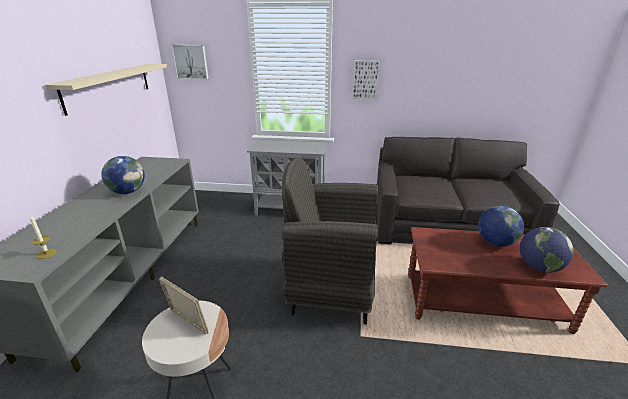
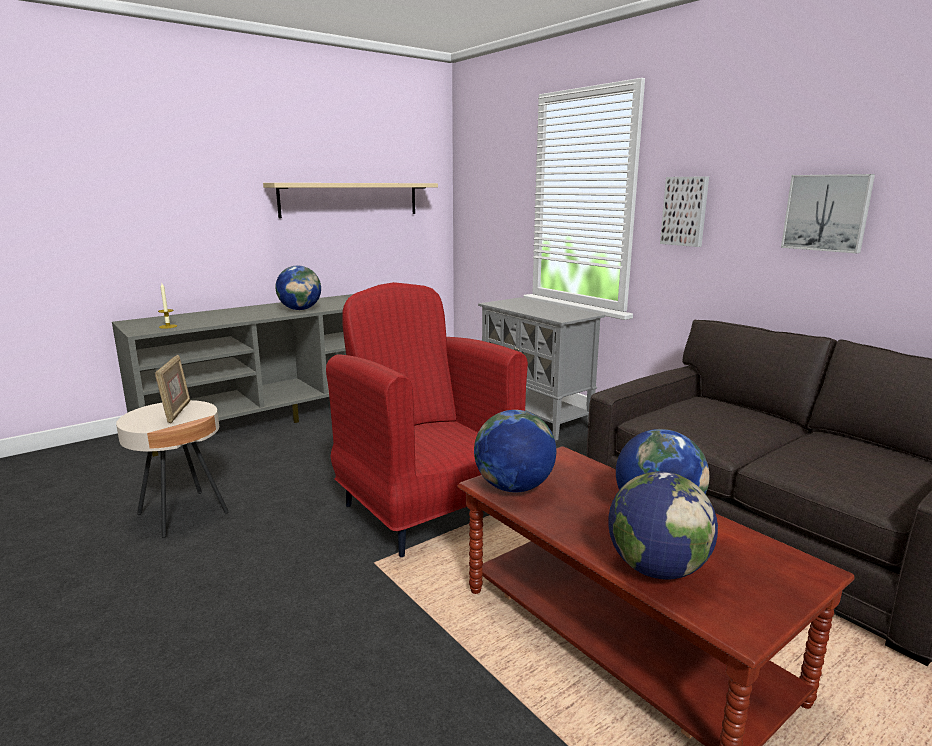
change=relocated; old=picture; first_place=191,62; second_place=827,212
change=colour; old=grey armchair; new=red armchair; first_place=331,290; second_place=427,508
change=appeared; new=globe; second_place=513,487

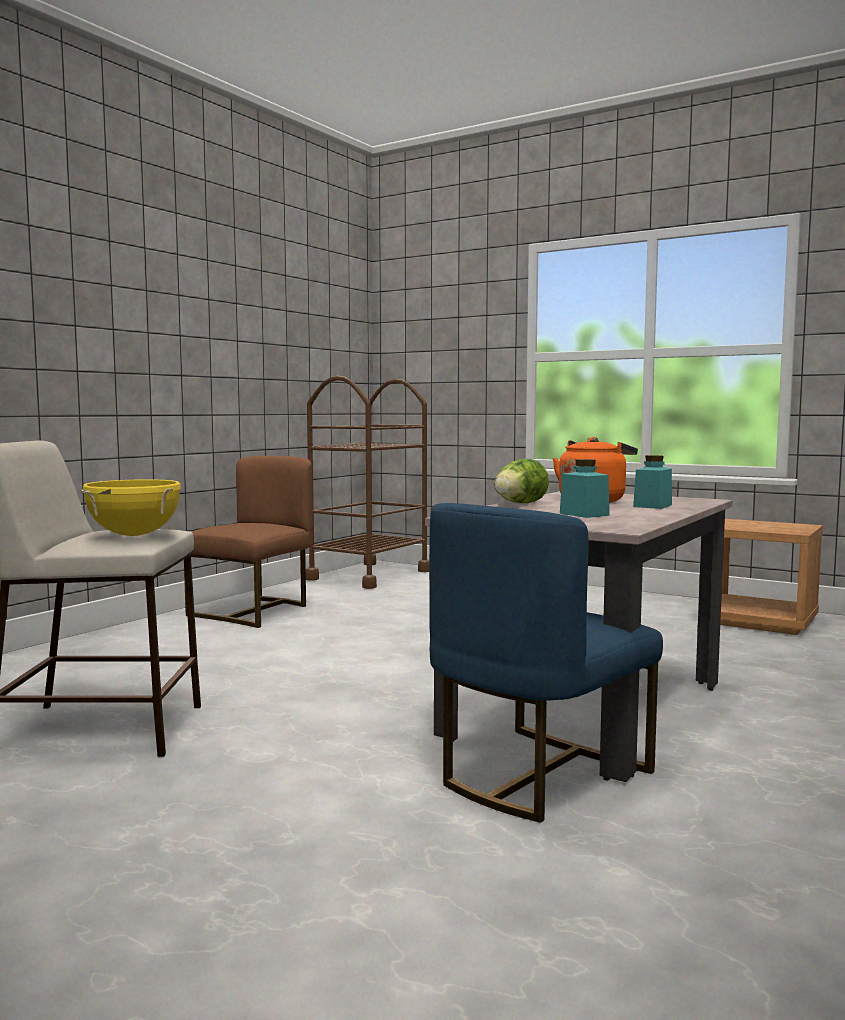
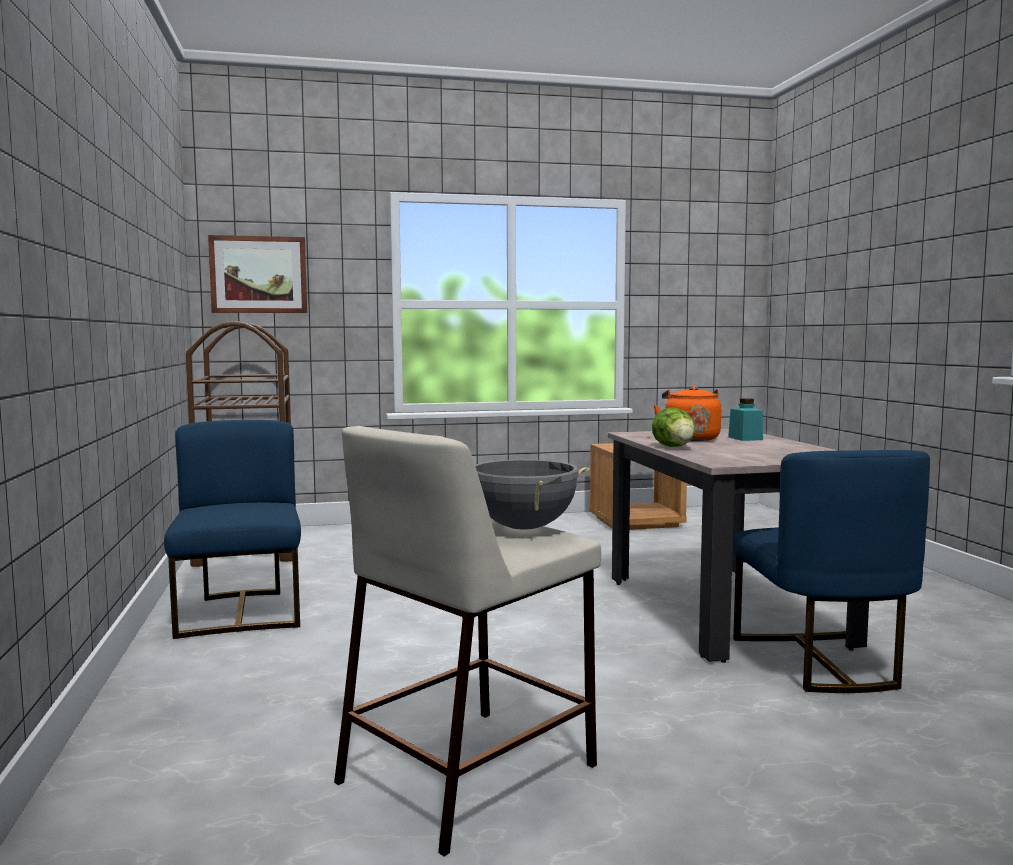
change=colour; old=yellow cooking pot; new=grey cooking pot; first_place=134,535; second_place=523,528
change=colour; old=brown chair; new=blue chair; first_place=254,612; second_place=241,613
change=missing; old=turquoise jar; first_place=584,514
change=appeared; new=picture; second_place=258,275

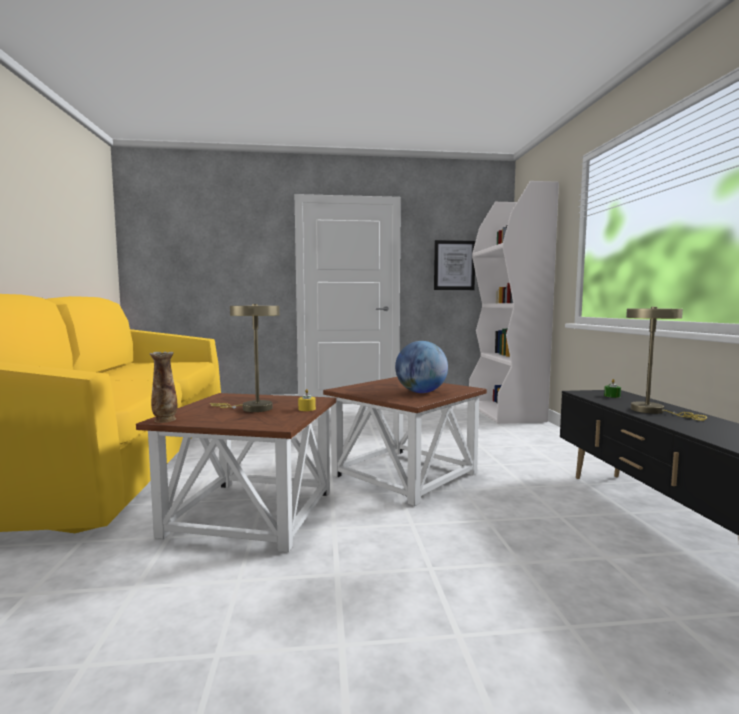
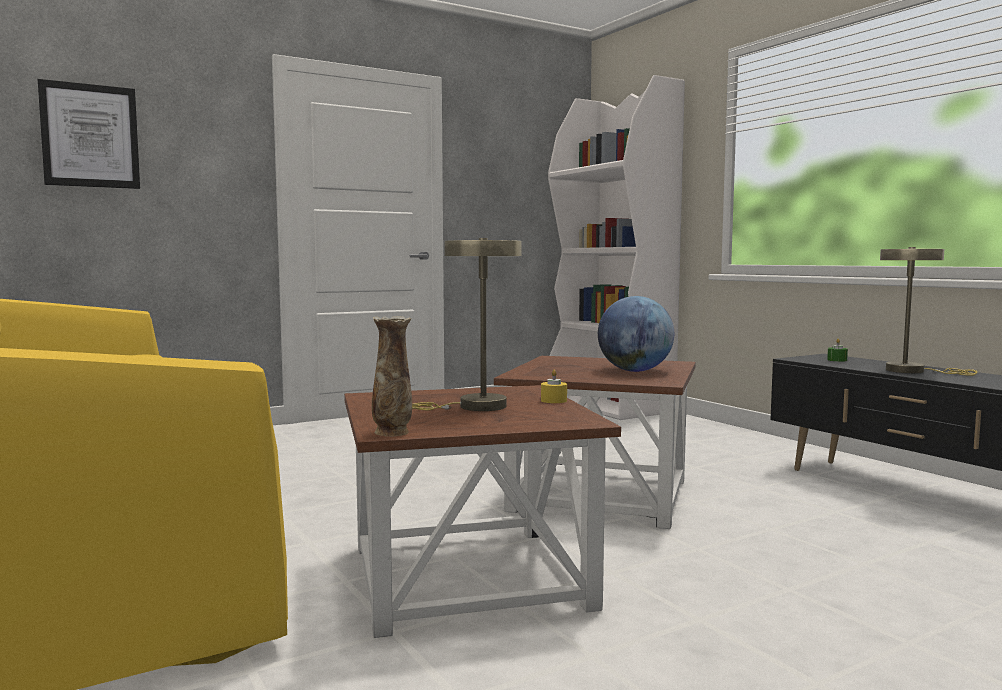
change=relocated; old=picture; first_place=454,265; second_place=90,136

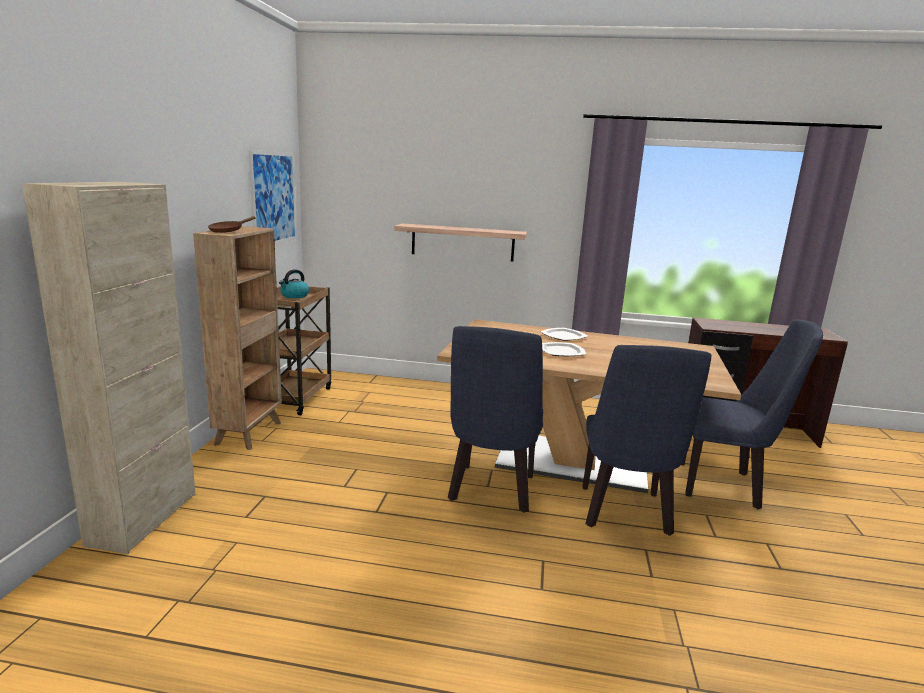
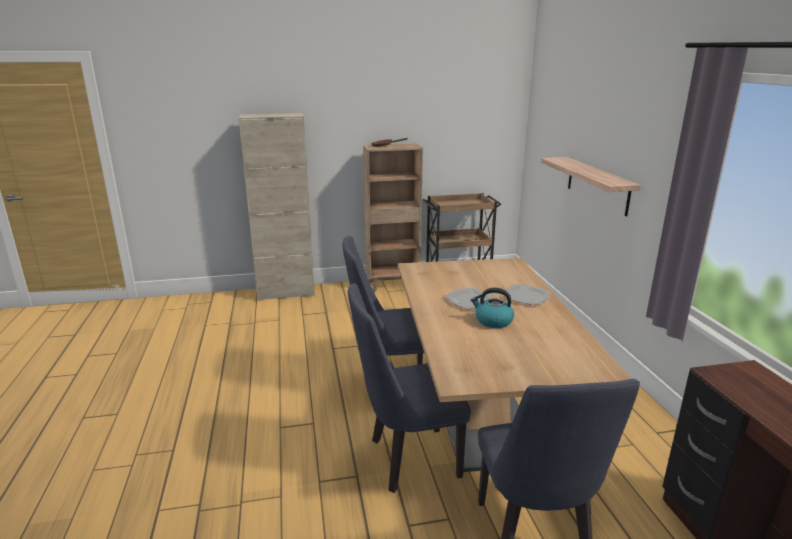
change=missing; old=picture; first_place=273,198
change=relocated; old=kettle; first_place=294,296; second_place=493,321

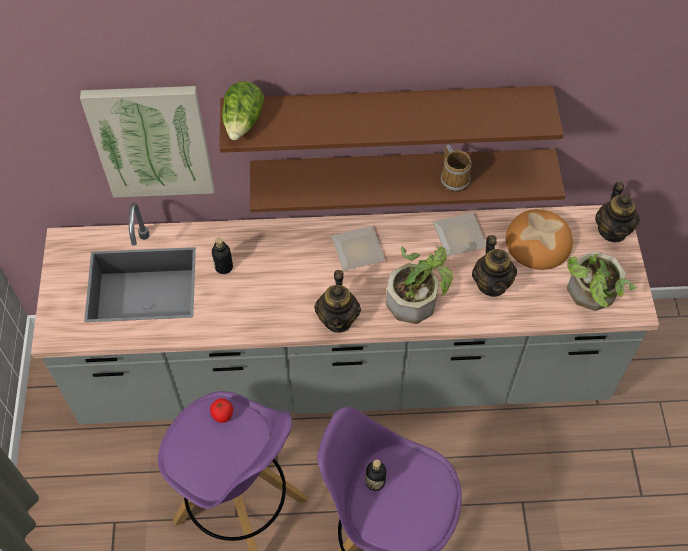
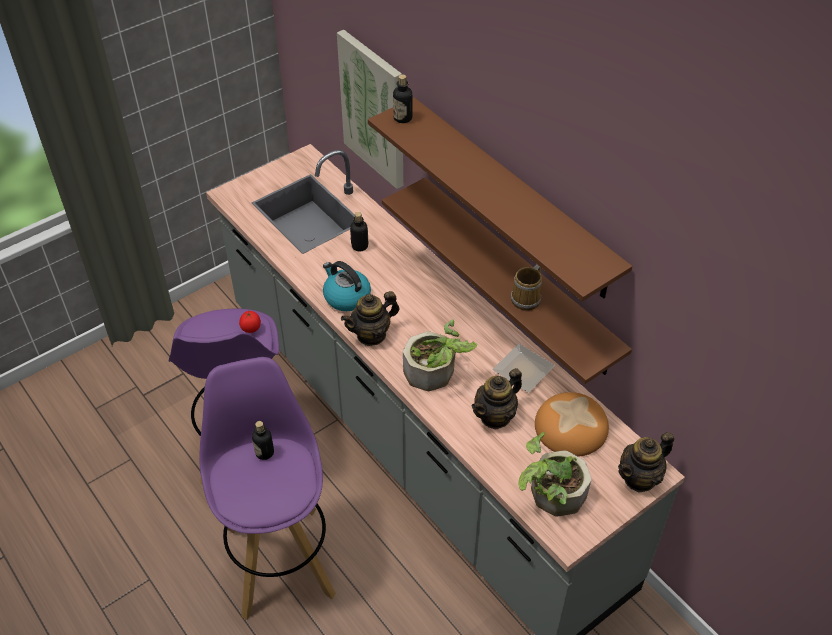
change=exchanged; old=lettuce; new=bottle; first_place=243,122; second_place=402,118
change=missing; old=plate; first_place=359,251
change=appeared; new=kettle; second_place=346,297

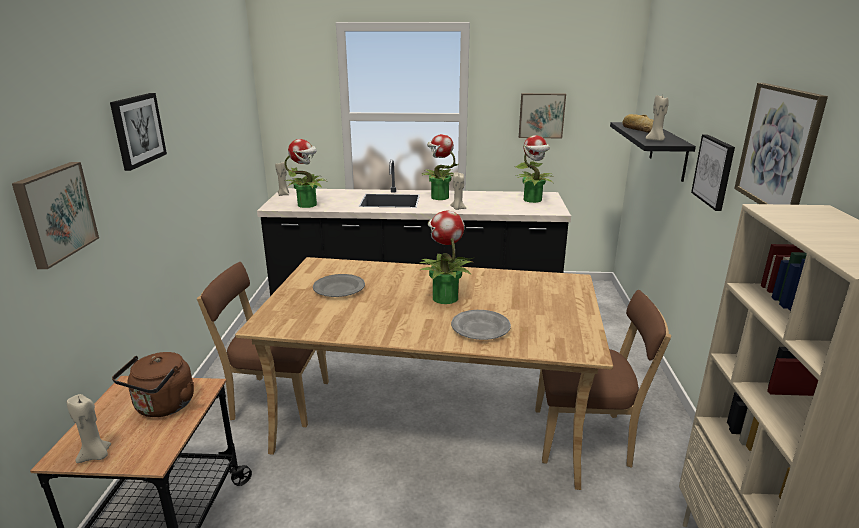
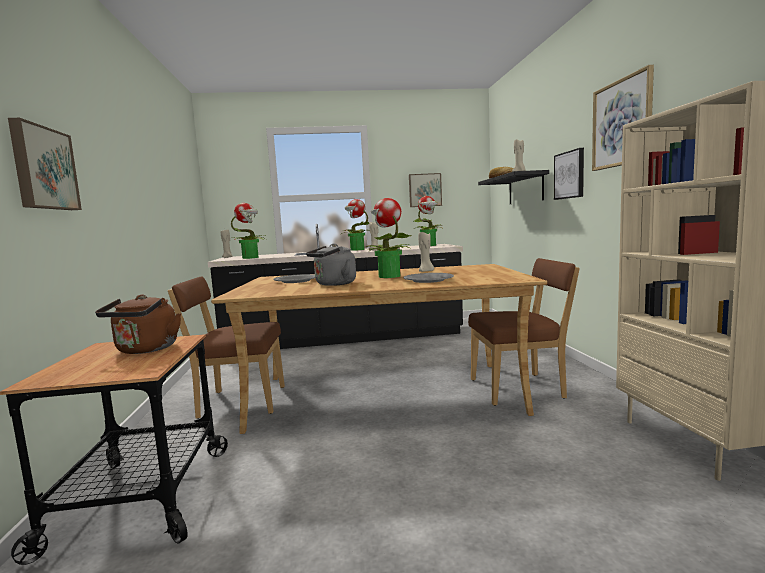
change=relocated; old=beige candle; first_place=96,456; second_place=426,271
change=missing; old=picture; first_place=137,130
change=appeared; new=grey kettle; second_place=333,284

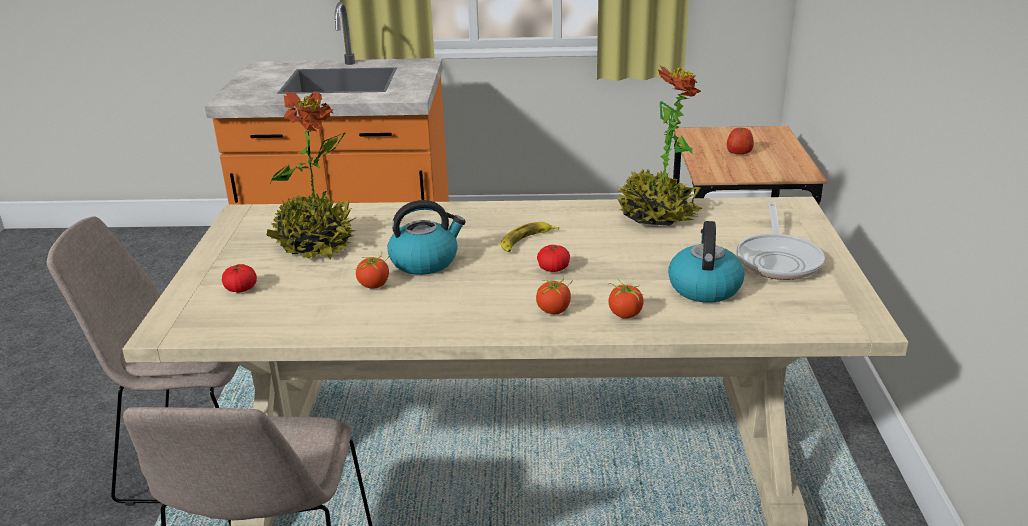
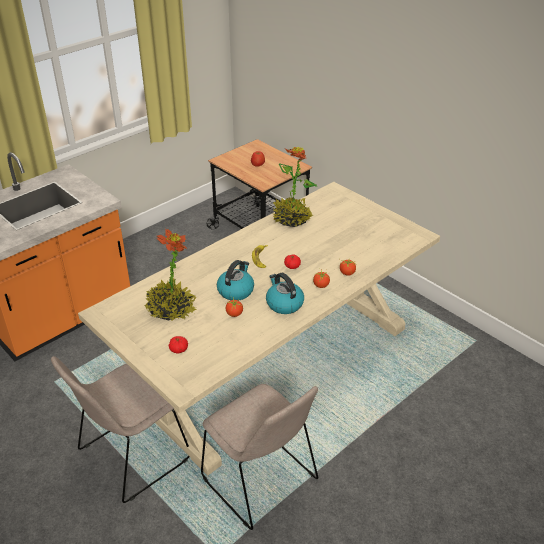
change=relocated; old=kettle; first_place=704,287; second_place=284,304
change=missing; old=frying pan; first_place=778,259

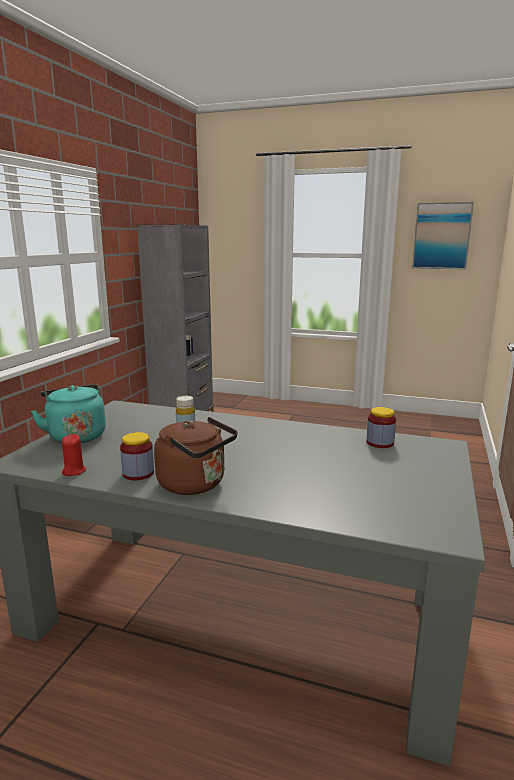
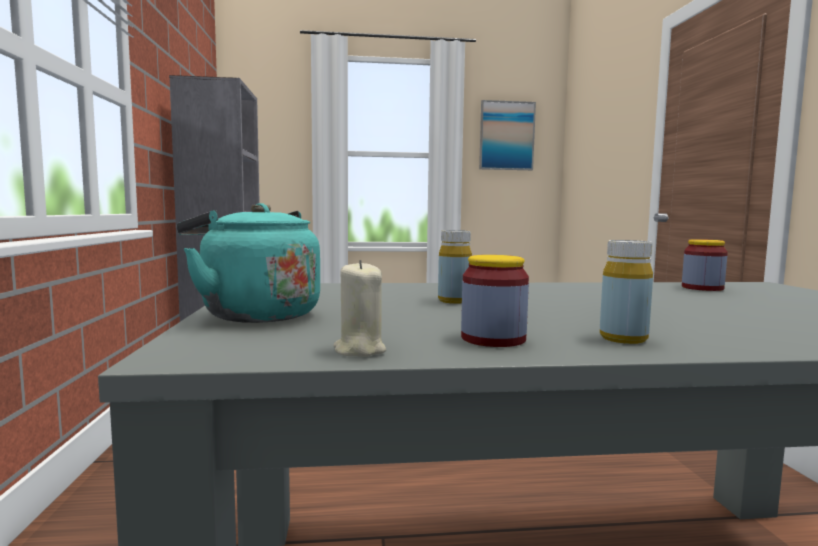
change=colour; old=red candle; new=beige candle; first_place=74,471; second_place=359,350
change=exchanged; old=brown kettle; new=yellow bottle; first_place=195,484; second_place=623,338

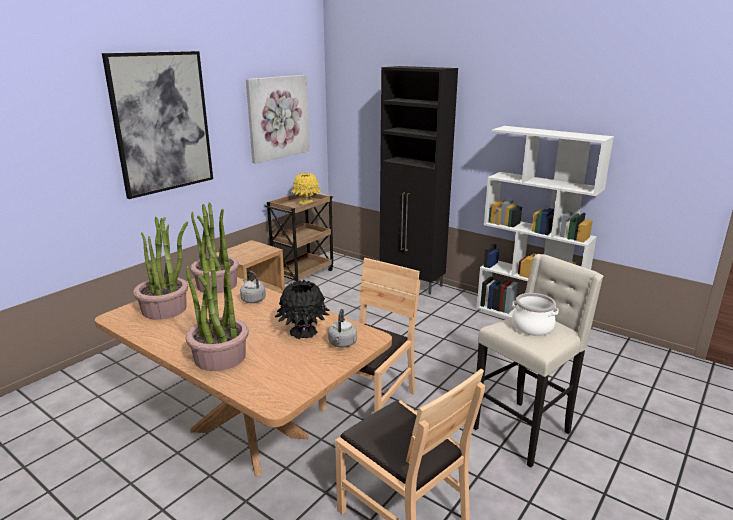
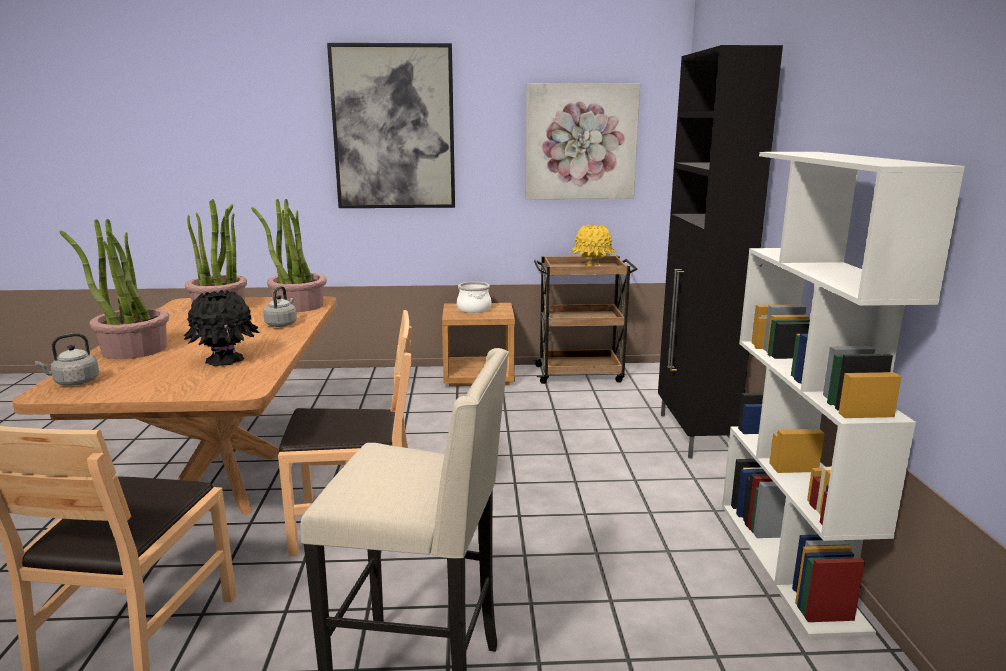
change=relocated; old=grey kettle; first_place=342,344; second_place=74,382
change=relocated; old=cooking pot; first_place=532,327; second_place=474,309

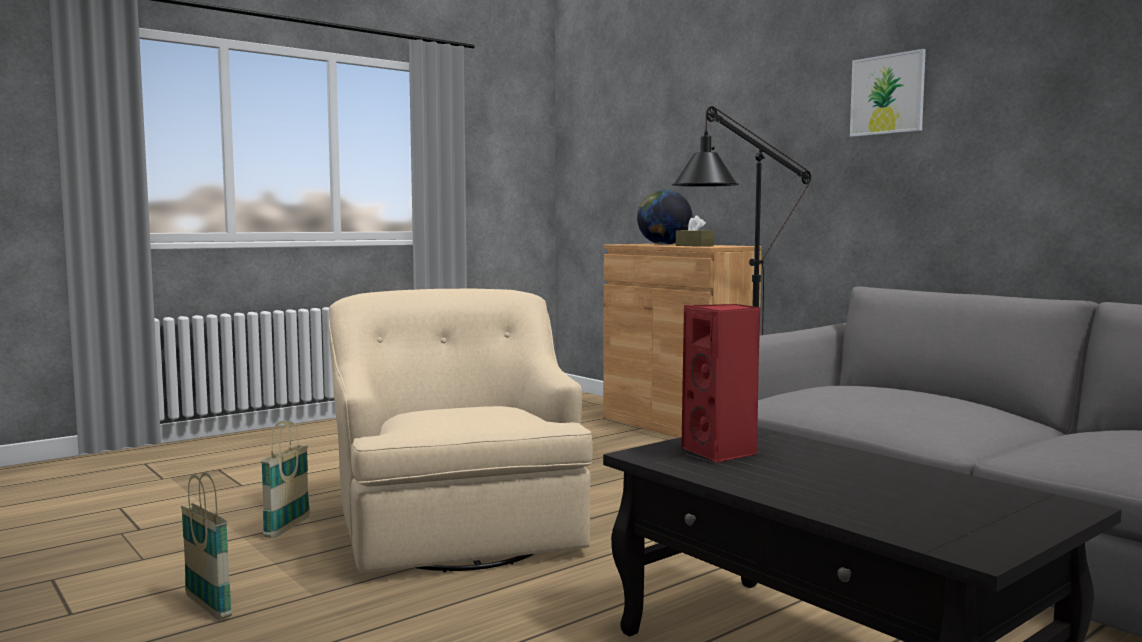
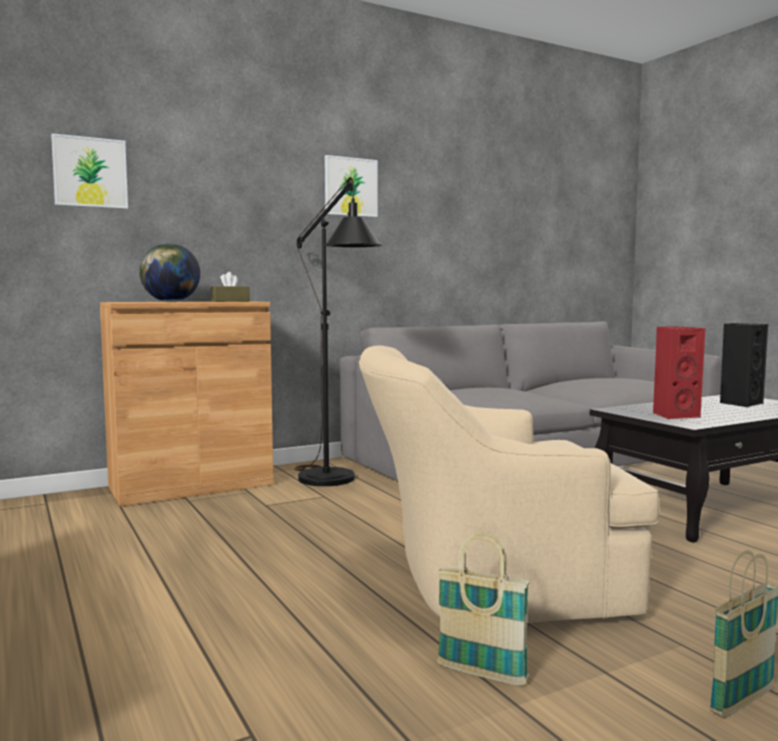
change=appeared; new=picture; second_place=90,172
change=appeared; new=black speaker; second_place=740,403

